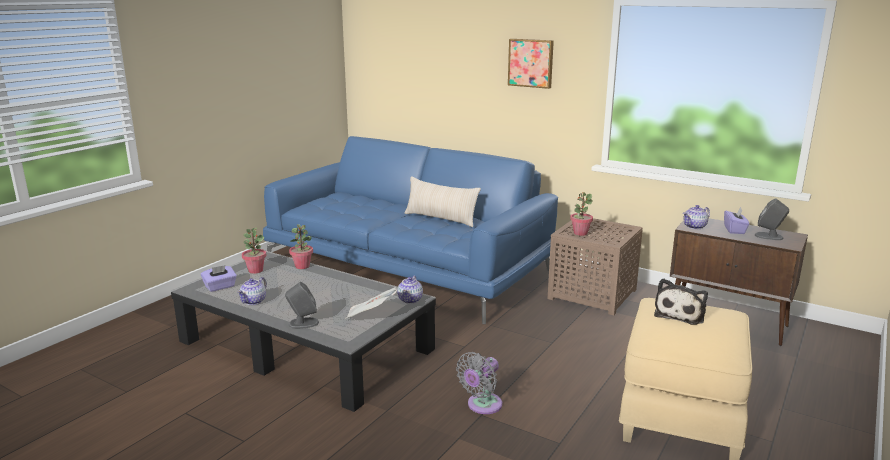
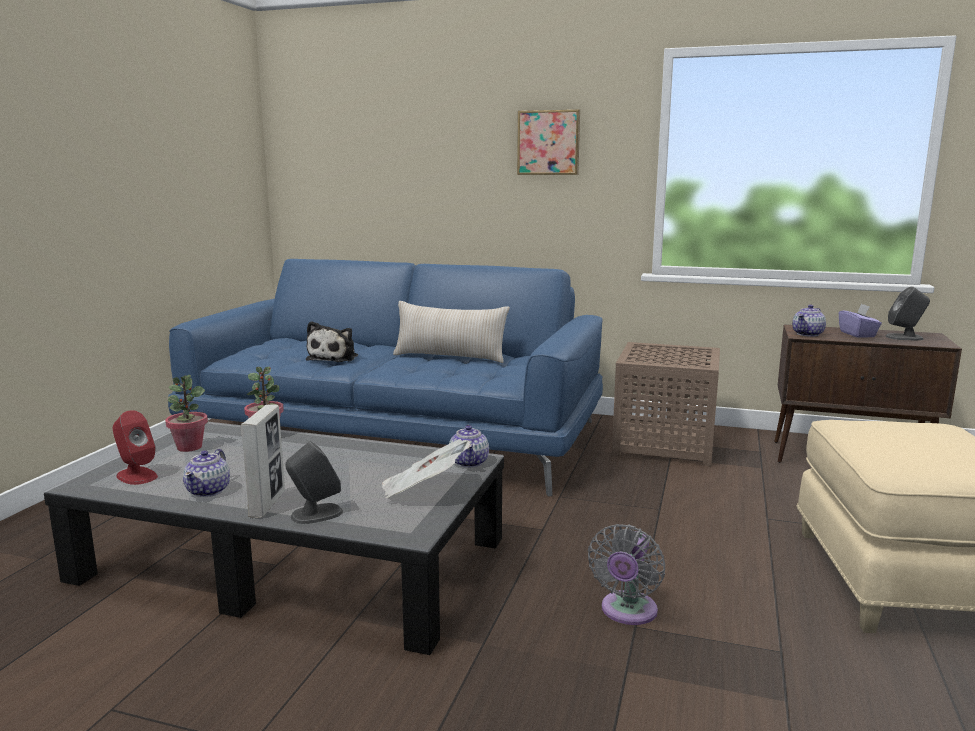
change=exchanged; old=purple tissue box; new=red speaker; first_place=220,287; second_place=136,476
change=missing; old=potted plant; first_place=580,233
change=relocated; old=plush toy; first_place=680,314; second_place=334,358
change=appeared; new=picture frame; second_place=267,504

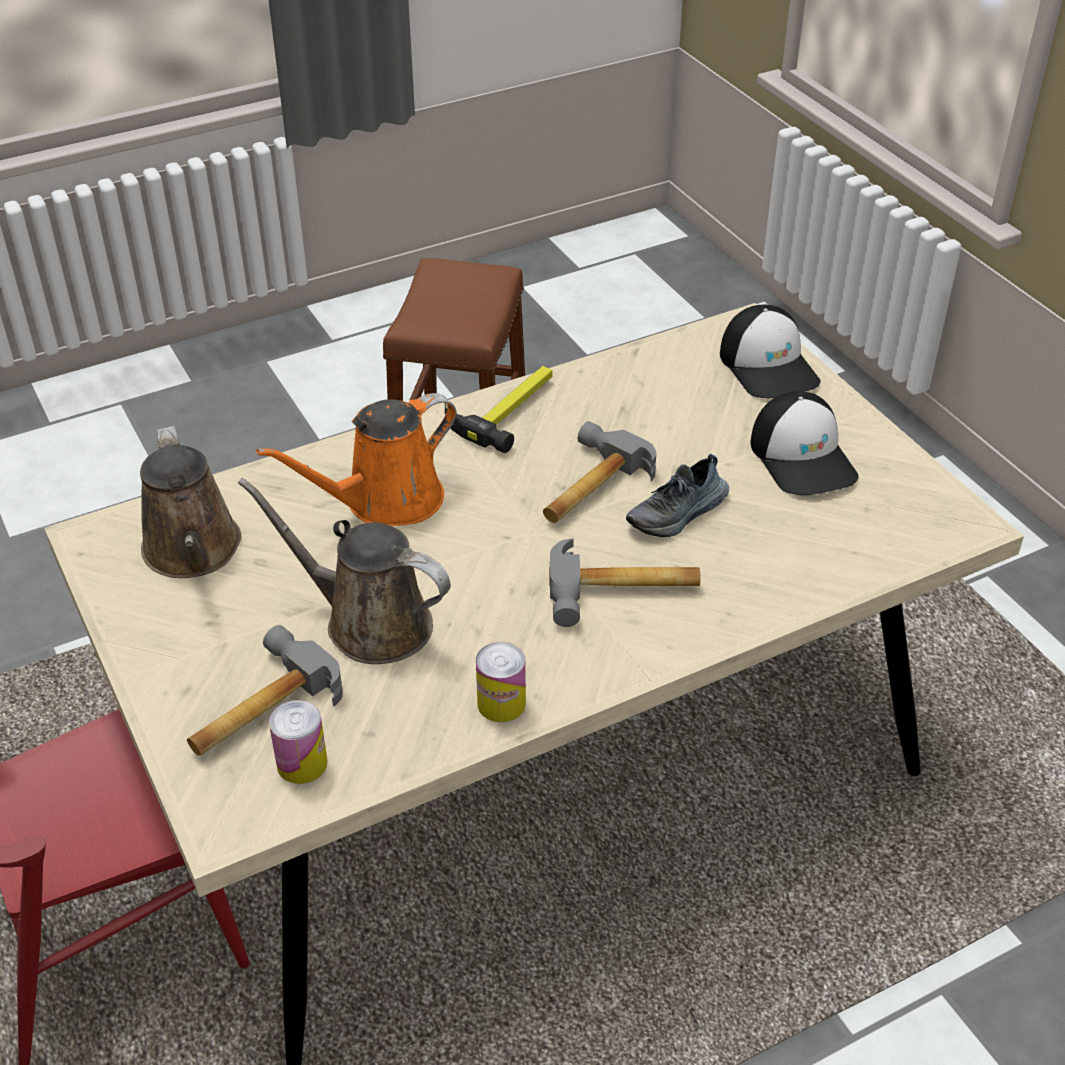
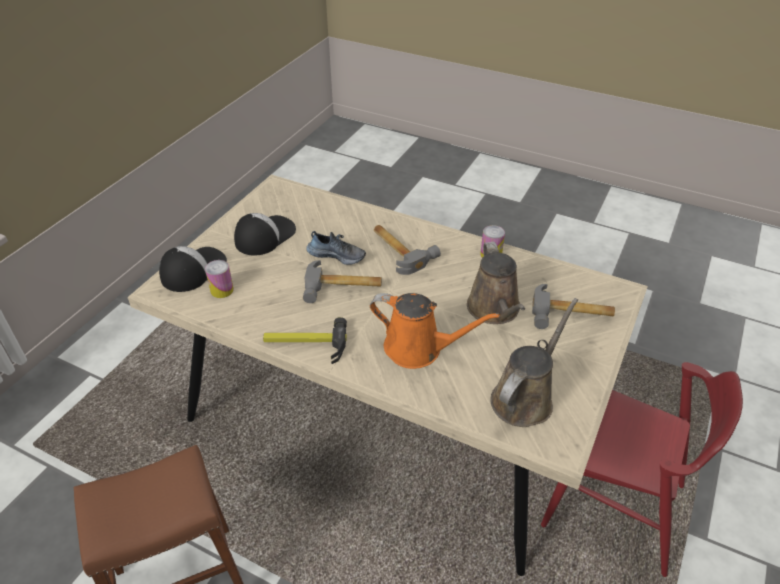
change=relocated; old=can; first_place=302,763; second_place=222,290

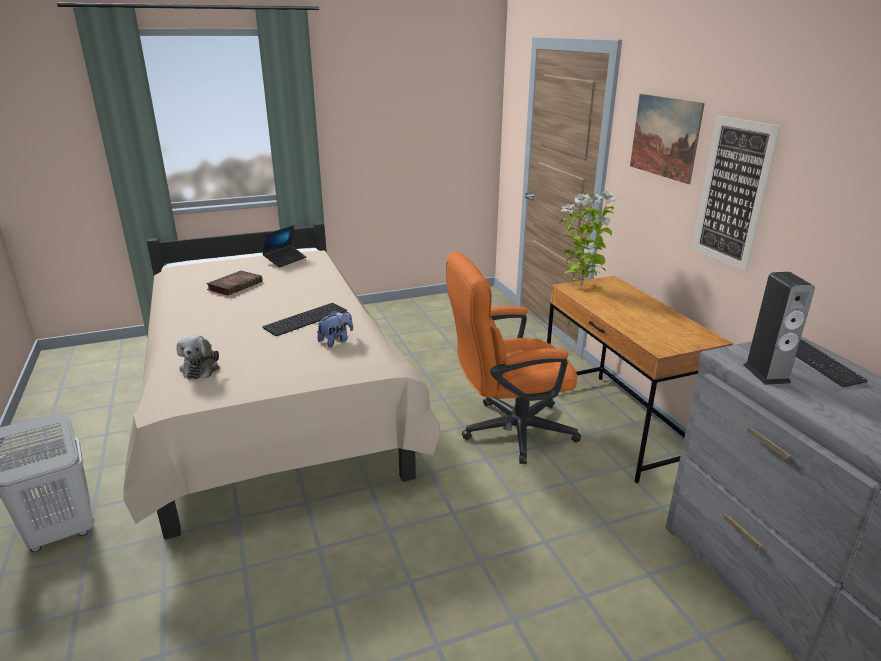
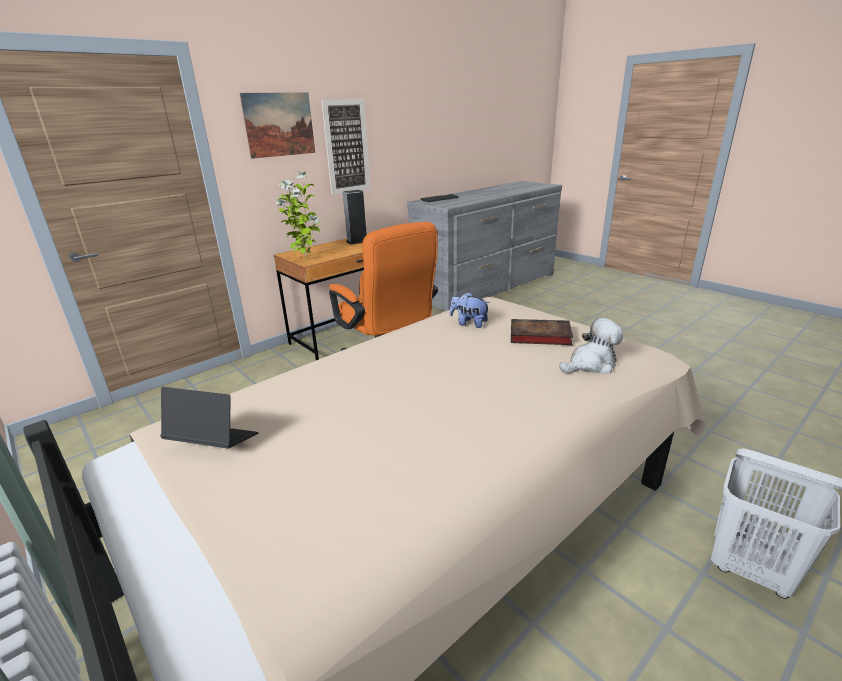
change=relocated; old=book; first_place=236,285; second_place=538,336
change=missing; old=keyboard; first_place=305,318
change=relocated; old=speaker; first_place=766,373; second_place=357,241

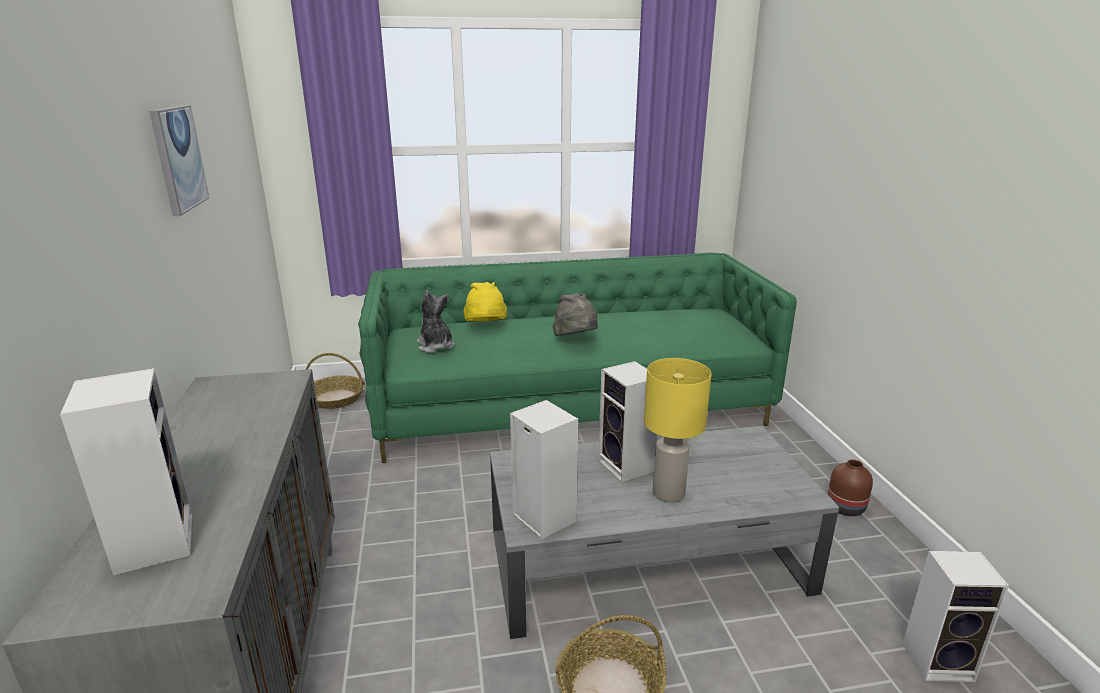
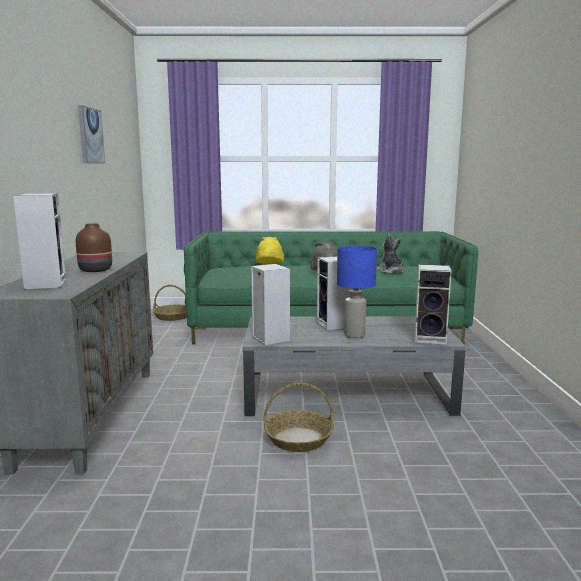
change=relocated; old=plush toy; first_place=435,346; second_place=391,271
change=colour; old=yellow table lamp; new=blue table lamp; first_place=668,493; second_place=354,335
change=relocated; old=brown vase; first_place=844,507; second_place=95,270
change=relocated; old=speaker; first_place=939,661; second_place=431,339

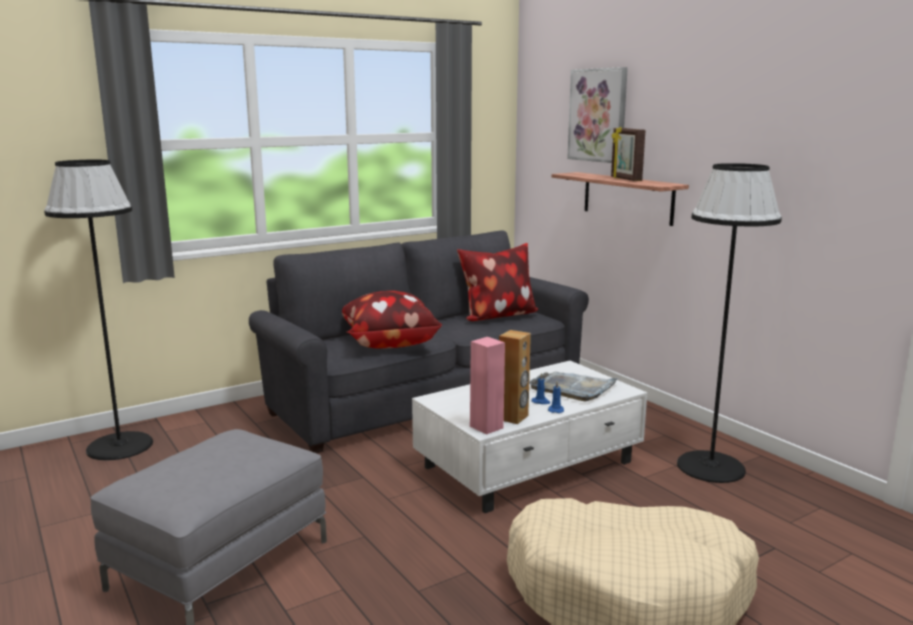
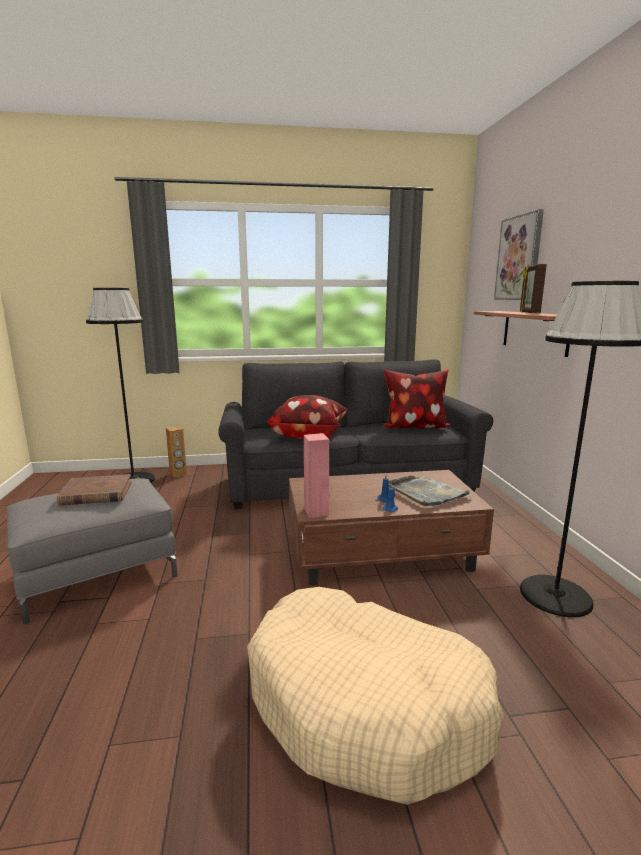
change=colour; old=white coffee table; new=brown coffee table; first_place=530,464; second_place=382,552
change=relocated; old=brown speaker; first_place=513,417; second_place=178,474
change=appeared; new=brown book; second_place=96,494

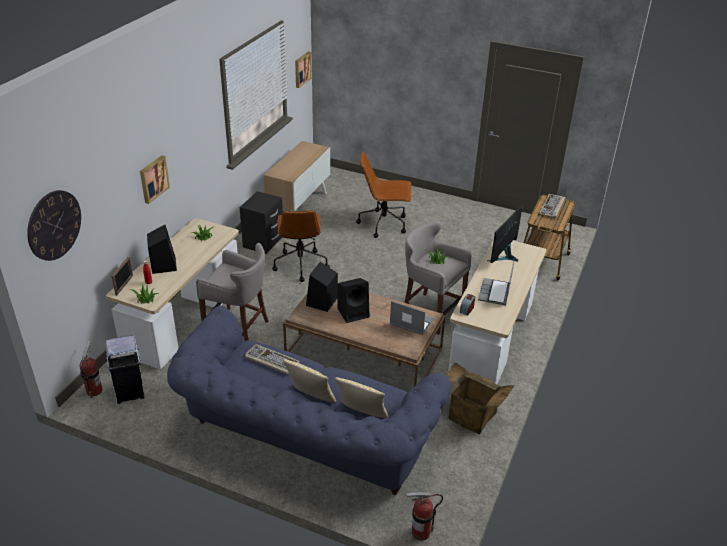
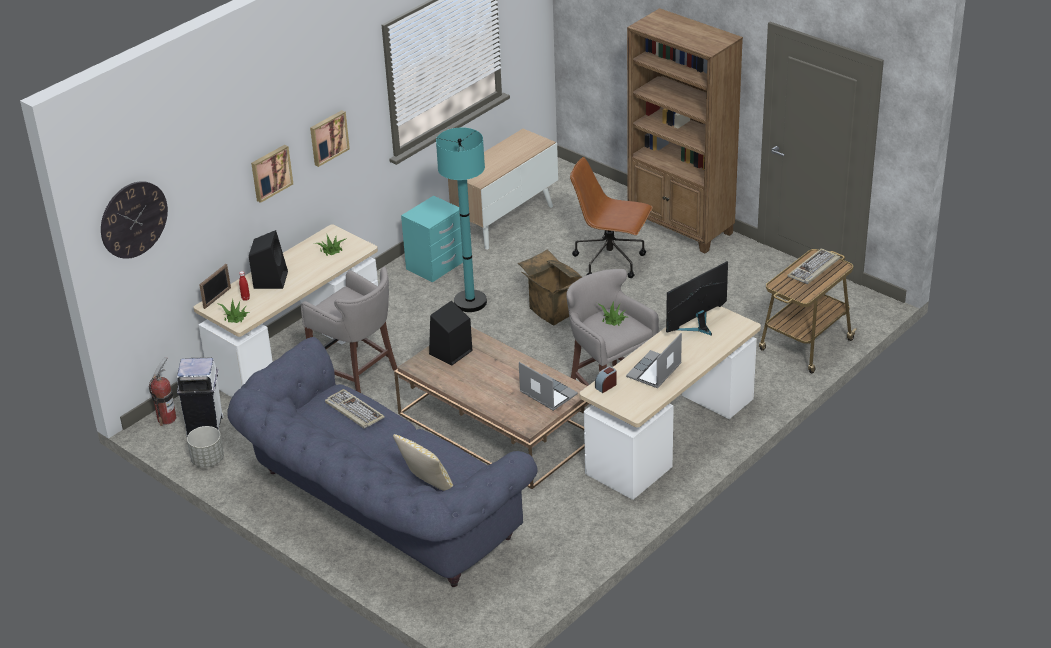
change=colour; old=black nightstand; new=turquoise nightstand; first_place=263,242; second_place=435,265
change=exchanged; old=brown office chair; new=turquoise floor lamp; first_place=300,264; second_place=470,302
change=missing; old=pillow; first_place=311,398
change=relocated; old=picture; first_place=302,69; second_place=328,137
change=missing; old=black speaker; first_place=354,312
change=missing; old=fire extinguisher; first_place=420,532
change=relocated; old=cardboard box; first_place=470,416; second_place=554,310
change=appeared; new=grey planter; second_place=207,460
change=appeared; new=brown bookcase; second_place=681,227

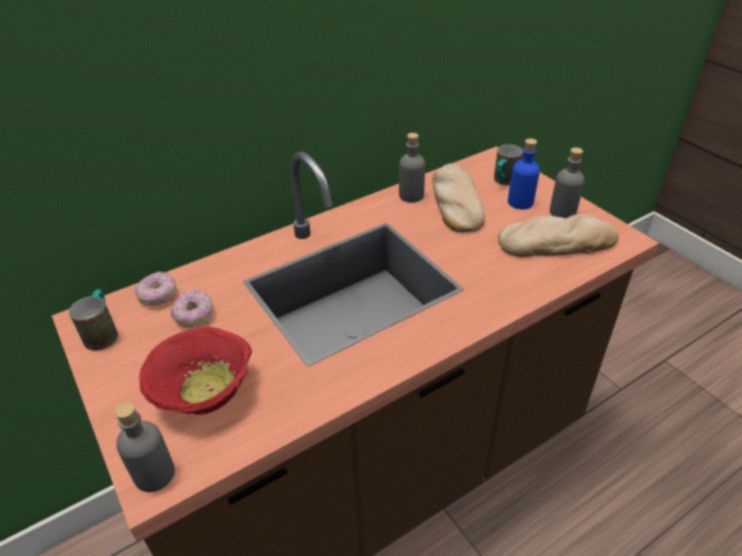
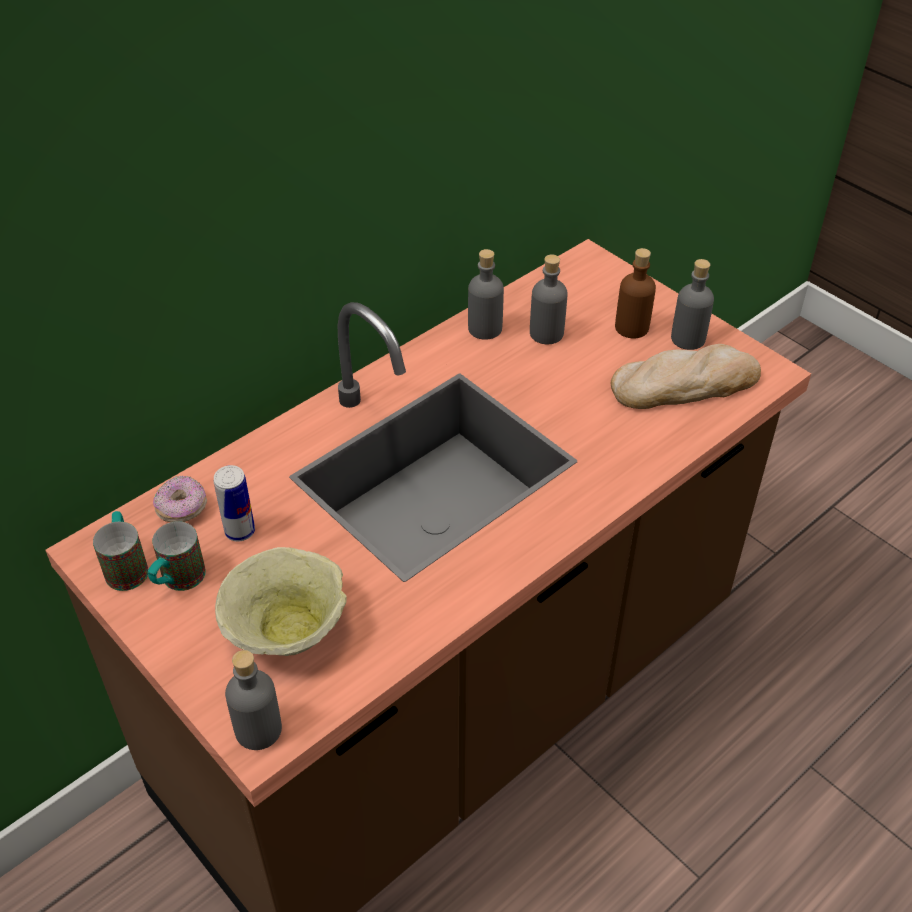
change=colour; old=red bowl; new=beige bowl; first_place=205,392; second_place=287,627
change=exchanged; old=donut; new=can; first_place=194,316; second_place=240,531
change=exchanged; old=bread; new=grey bottle; first_place=456,201; second_place=546,333
change=relocated; old=mug; first_place=503,181; second_place=178,581
change=colour; old=blue bottle; new=brown bottle; first_place=520,202; second_place=632,327

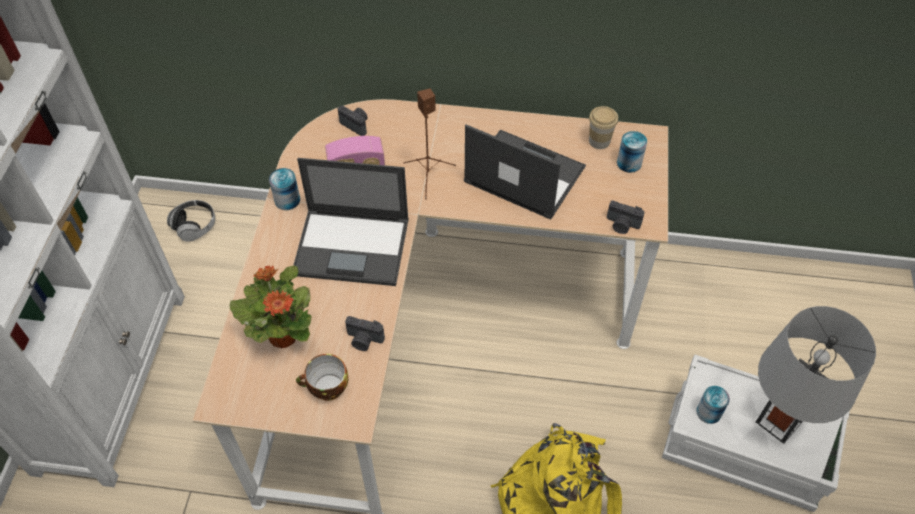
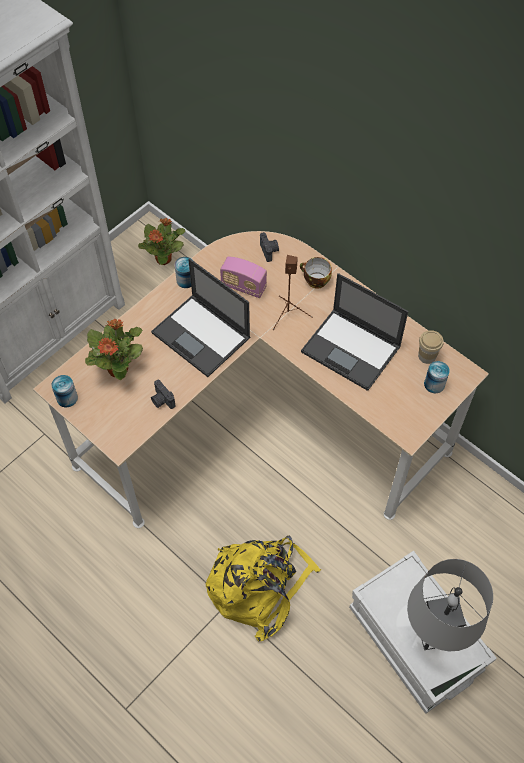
change=exchanged; old=headphones; new=potted plant; first_place=195,226; second_place=164,258
change=relocated; old=cup; first_place=326,389; second_place=315,281
change=spun; old=laptop; first_place=523,174; second_place=352,349; degrees=150
change=missing; old=photo camera; first_place=622,225
change=relocated; old=can; first_place=709,412; second_place=67,398

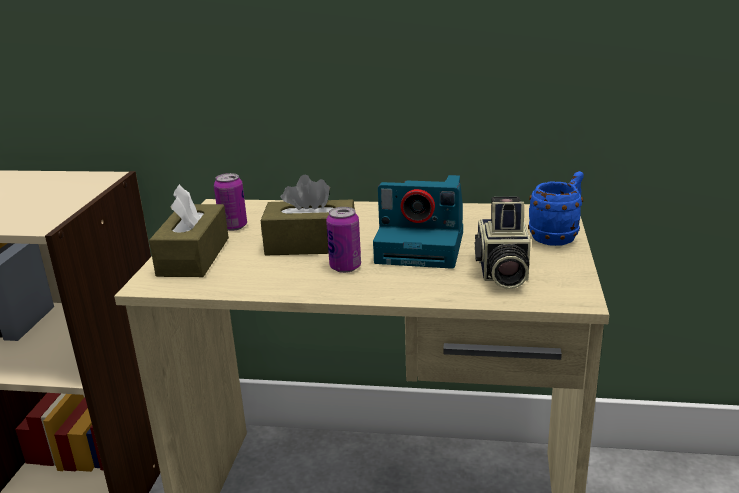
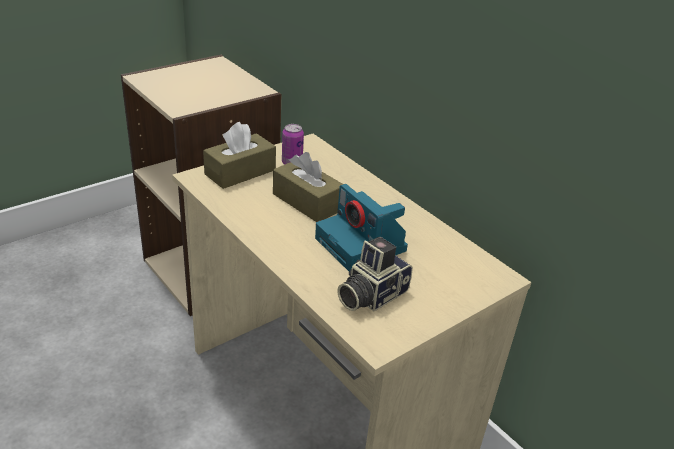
change=missing; old=can; first_place=345,267
change=missing; old=blue mug; first_place=558,236

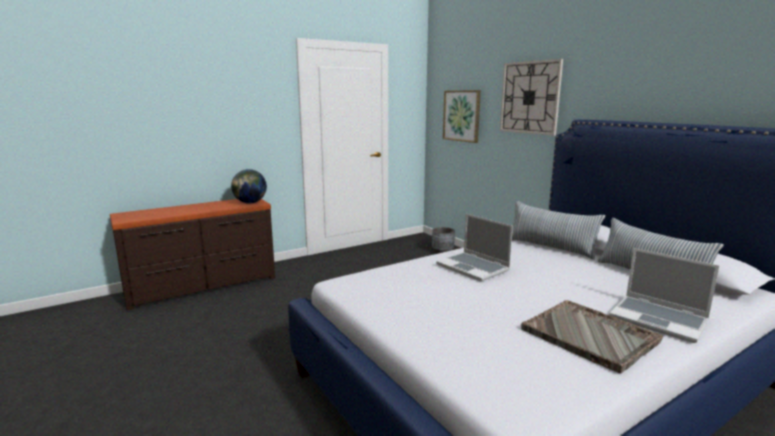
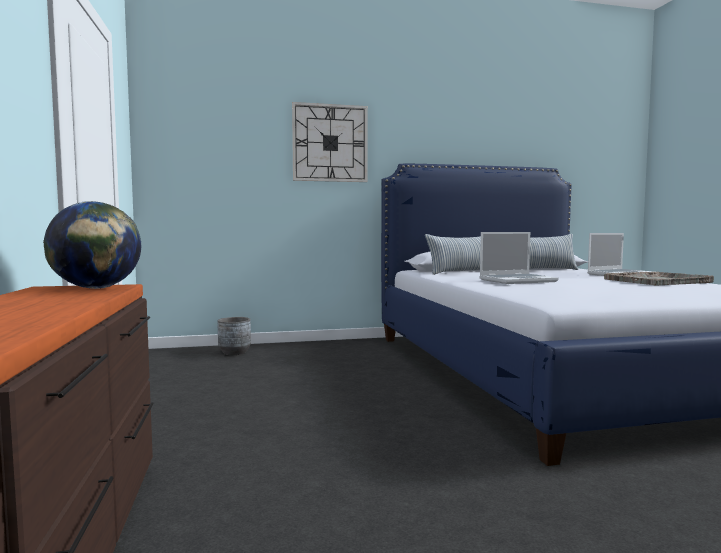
change=missing; old=picture; first_place=462,115

